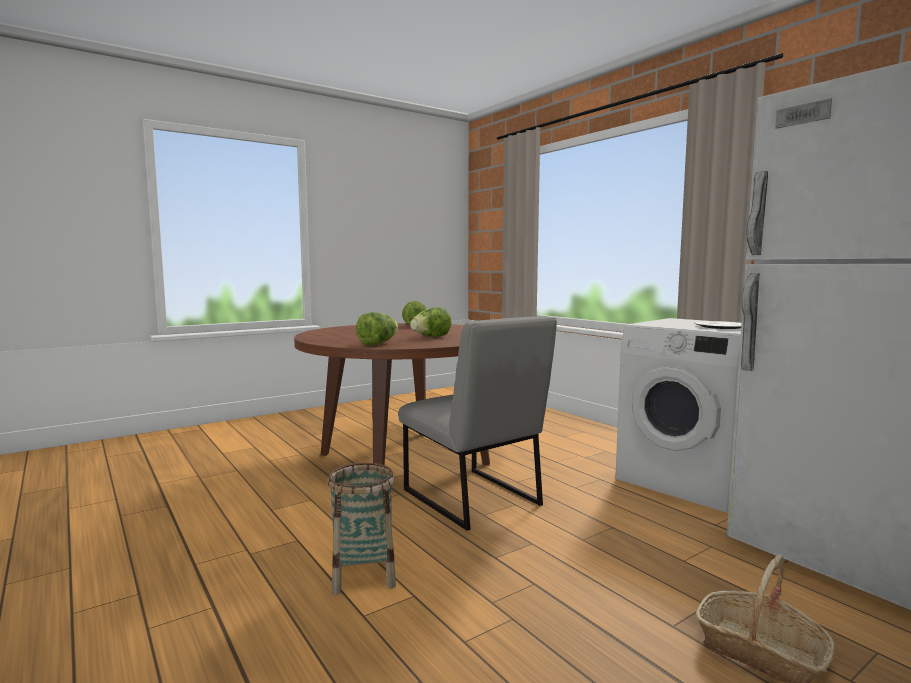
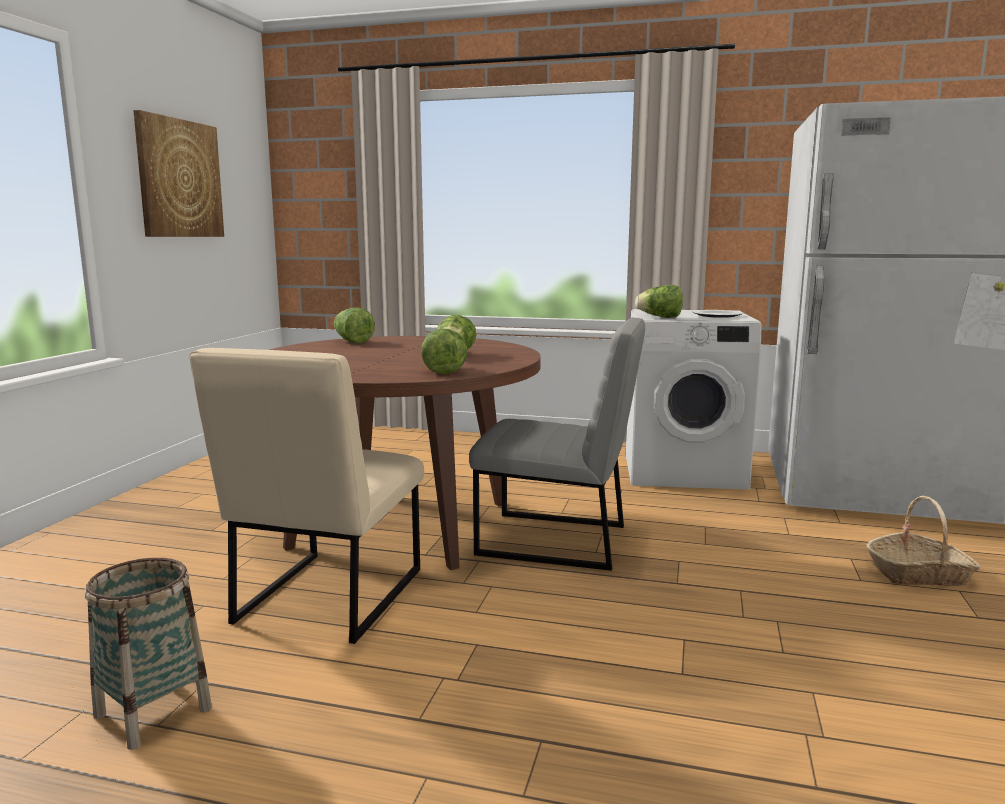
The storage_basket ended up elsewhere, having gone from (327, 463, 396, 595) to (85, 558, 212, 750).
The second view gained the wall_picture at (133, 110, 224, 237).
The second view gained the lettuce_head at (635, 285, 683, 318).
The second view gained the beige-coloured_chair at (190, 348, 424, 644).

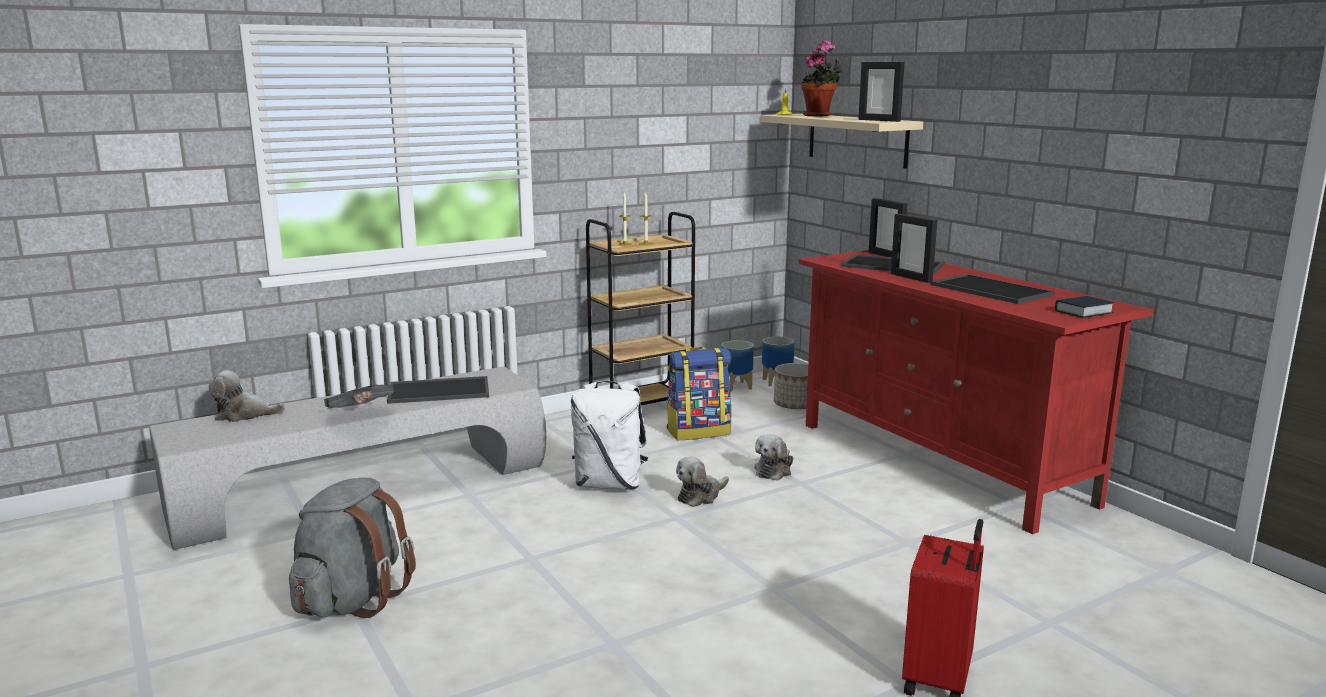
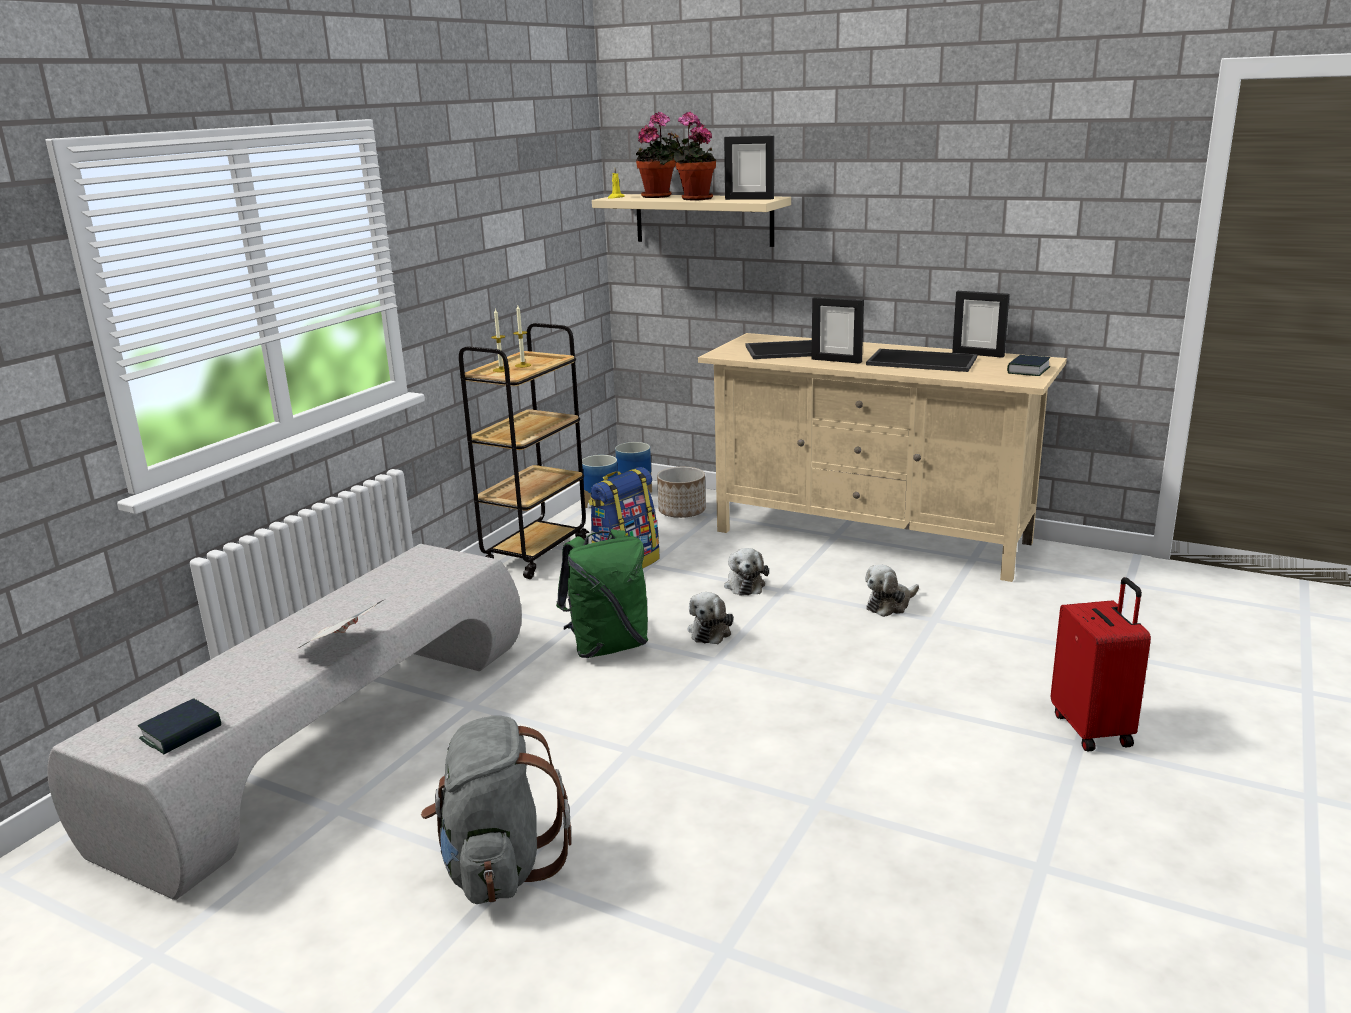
The picture_frame ended up elsewhere, having gone from (868, 198, 907, 257) to (952, 291, 1010, 358).
What was the reddish_chest_of_drawers at (799, 250, 1154, 535) turned into the beige-coloured_chest_of_drawers at (698, 333, 1067, 582).
The plush_toy ended up elsewhere, having gone from (209, 370, 285, 422) to (865, 564, 919, 617).
The second view lost the carrying_tray at (387, 376, 489, 404).
What was the white_backpack at (571, 381, 648, 490) turned into the green_backpack at (556, 529, 648, 658).
The second view gained the potted_plant at (669, 112, 716, 201).
The second view gained the bound_book at (138, 698, 221, 754).

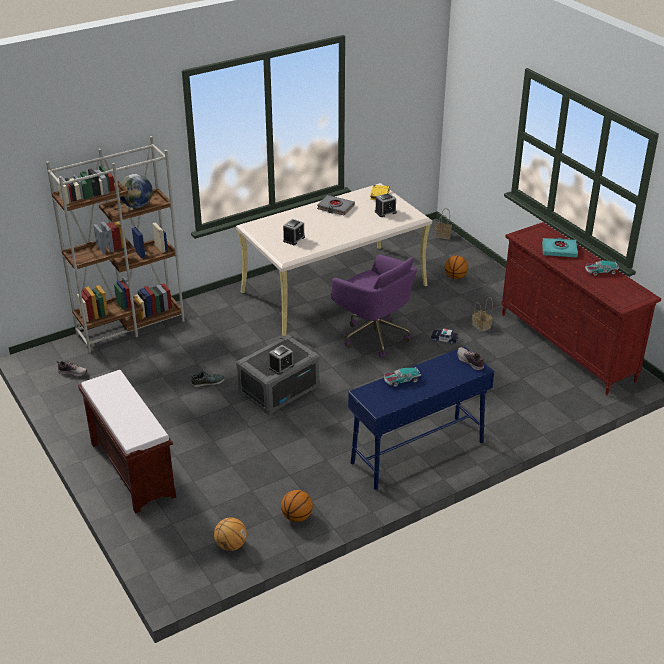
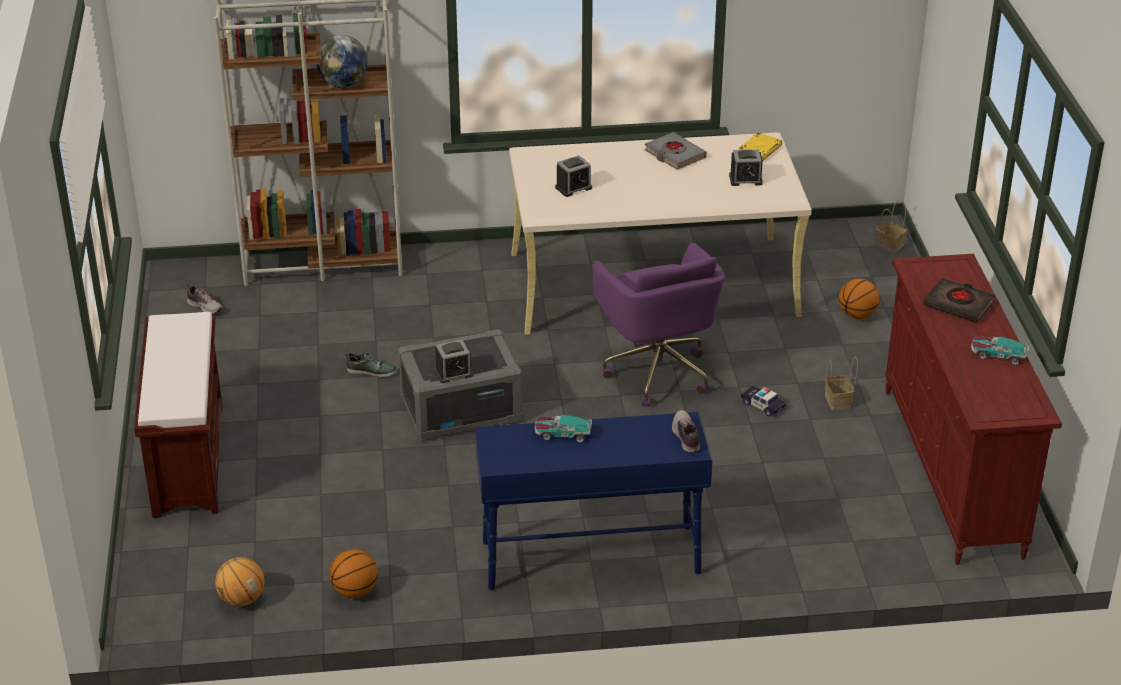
What was the turquoise_bound_book at (542, 238, 578, 257) turned into the black_bound_book at (923, 278, 995, 323).

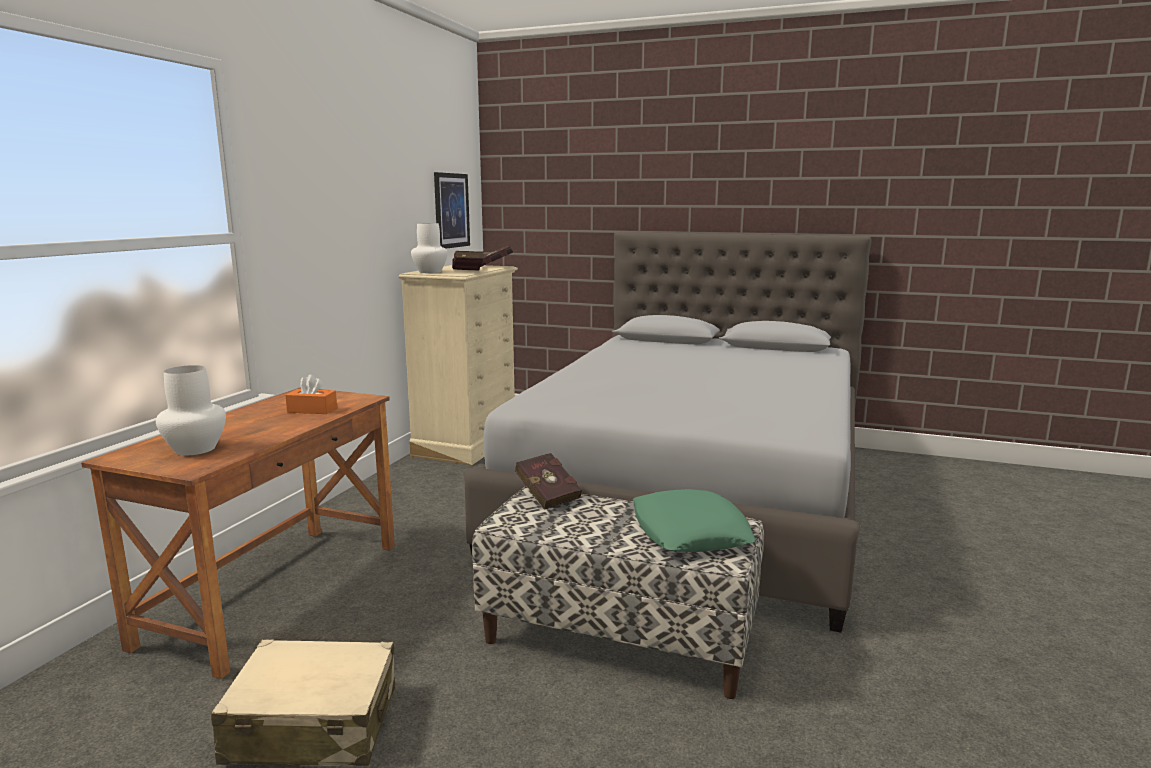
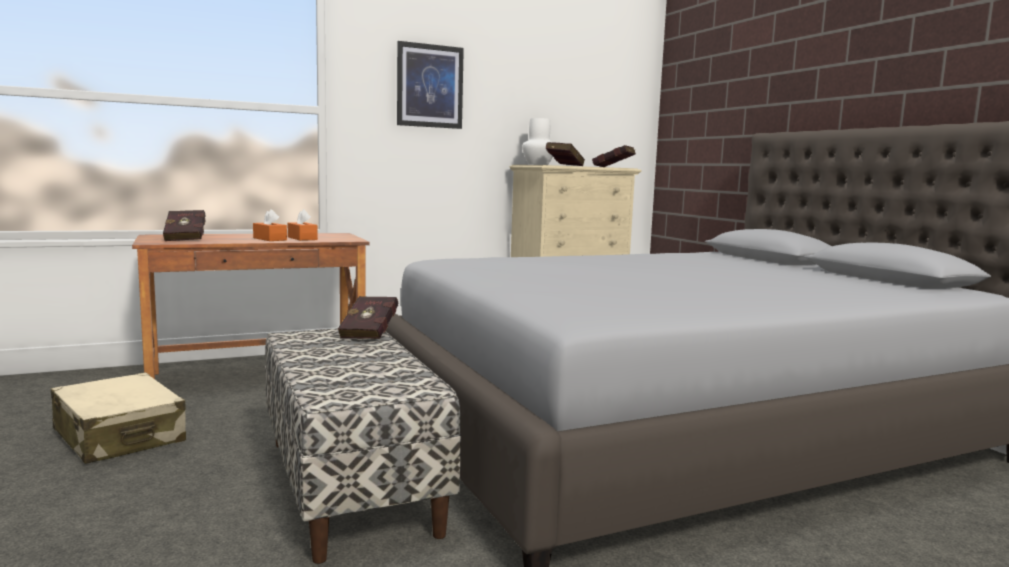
The wall_picture ended up elsewhere, having gone from (434, 172, 470, 249) to (397, 41, 464, 129).
Where the white_vase stood at (156, 365, 226, 455), the reddish_bound_book came to stand at (163, 210, 205, 241).
The second view lost the green_pillow at (633, 489, 755, 552).
The second view gained the orange-coloured_tissue_box at (253, 209, 287, 241).

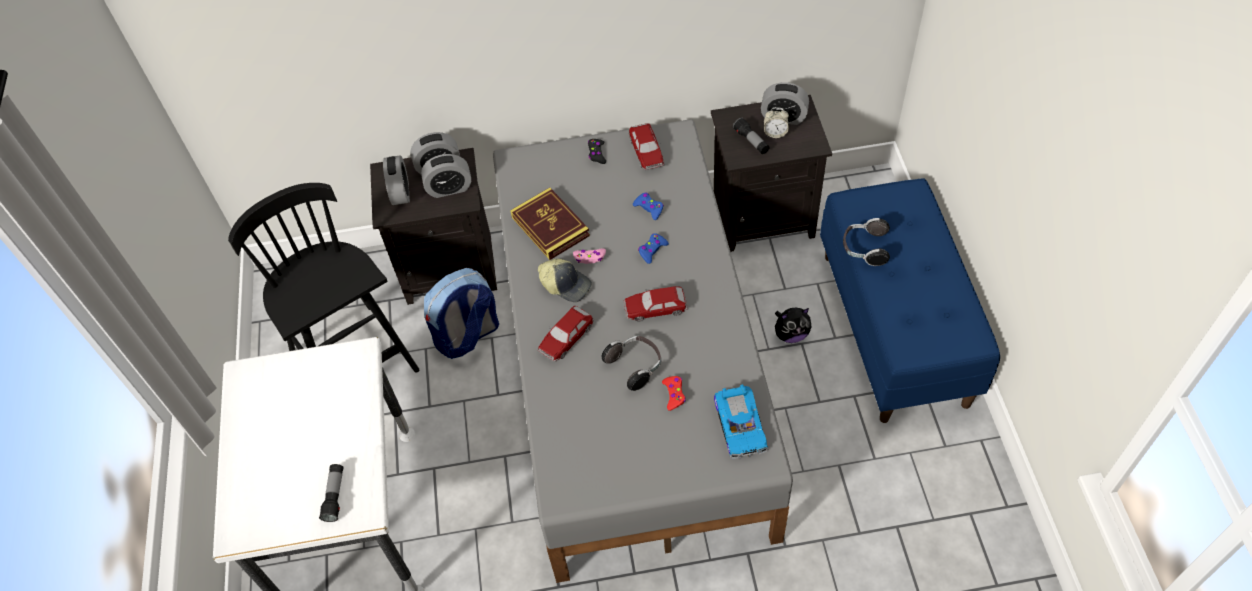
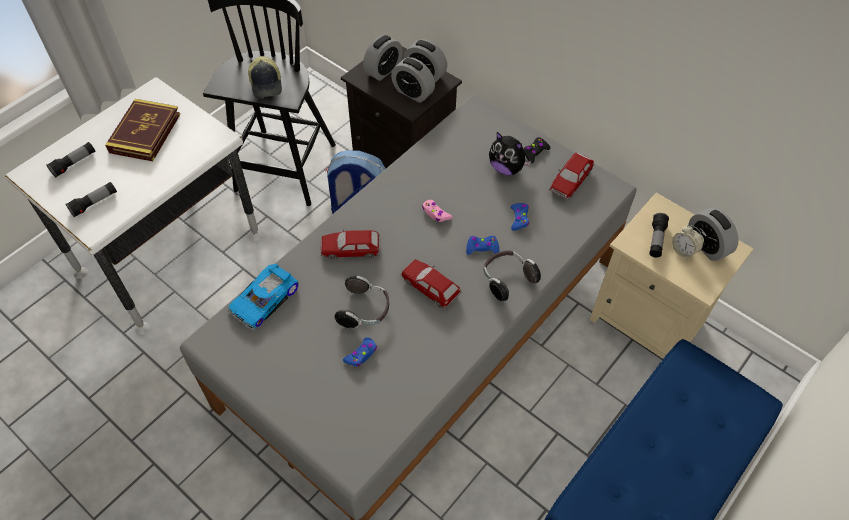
What was the black_night_table at (711, 95, 832, 252) turned into the beige-coloured_night_table at (590, 193, 753, 359).
The bound_book ended up elsewhere, having gone from (510, 188, 590, 260) to (105, 99, 180, 161).
The pair_of_headphones ended up elsewhere, having gone from (843, 218, 890, 266) to (484, 250, 541, 301).
The peaked_cap ended up elsewhere, having gone from (538, 258, 592, 302) to (248, 56, 282, 98).
The plush_toy ended up elsewhere, having gone from (775, 307, 811, 343) to (489, 132, 531, 175).
What was the reddish_gamepad at (662, 376, 686, 411) turned into the blue-coloured_gamepad at (343, 337, 377, 366).
The miniature_car ended up elsewhere, having gone from (714, 384, 768, 459) to (228, 263, 299, 331).
The second view gained the hand_torch at (46, 142, 95, 177).

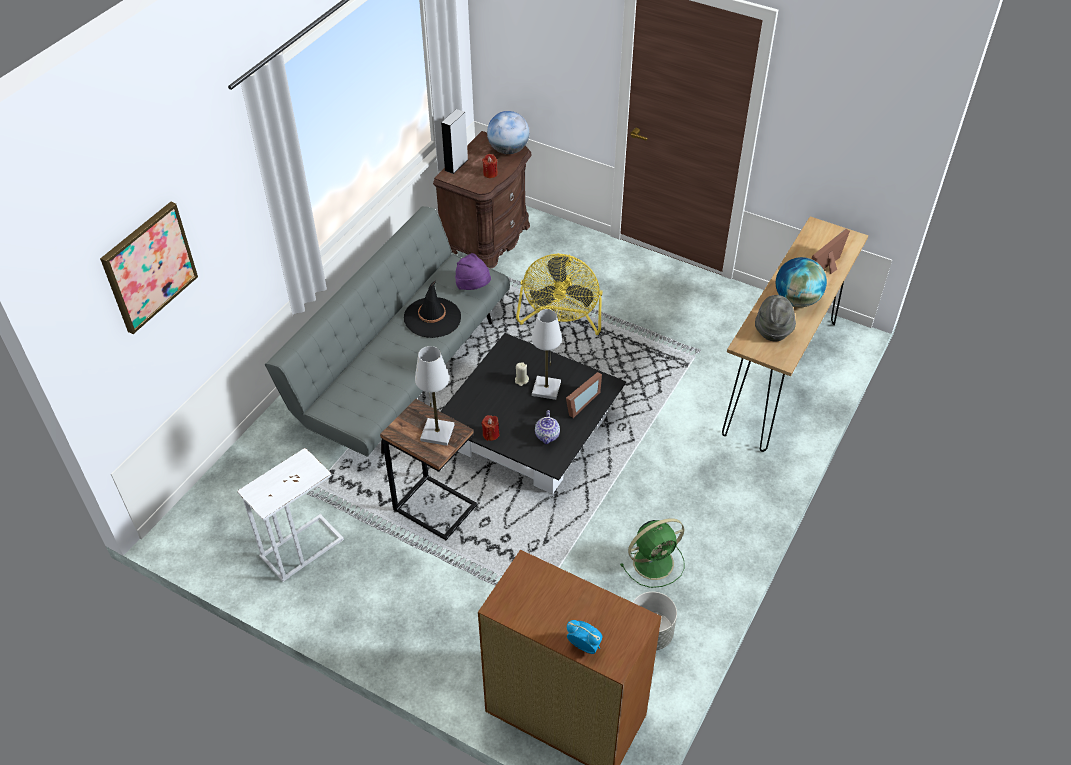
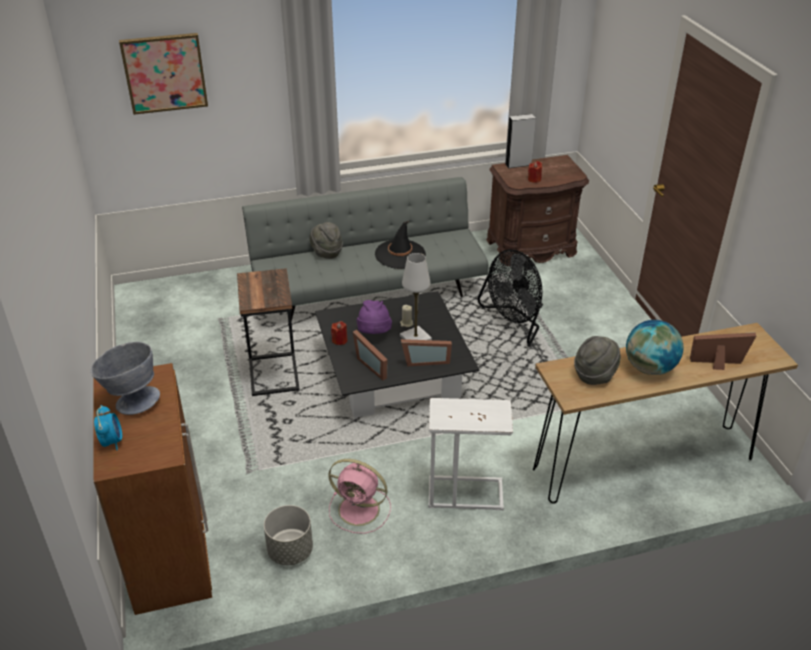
The second view lost the world_globe at (487, 111, 529, 154).
The purple_hat ended up elsewhere, having gone from (455, 253, 491, 290) to (357, 300, 392, 334).
What was the yellow_cooling_fan at (516, 254, 603, 335) turned into the black_cooling_fan at (478, 249, 543, 347).
The second view lost the white_lamp_for_a_table at (415, 346, 454, 446).
Where the tea_pot stood at (535, 410, 560, 444), the picture_frame came to stand at (353, 330, 388, 380).
The white_side_table ended up elsewhere, having gone from (237, 448, 344, 582) to (428, 398, 513, 510).
What was the green_cooling_fan at (621, 518, 685, 588) turned into the pinkish_cooling_fan at (328, 459, 391, 534).
The second view gained the gray_hat at (309, 222, 343, 259).
The second view gained the gray_bowl at (91, 342, 160, 415).

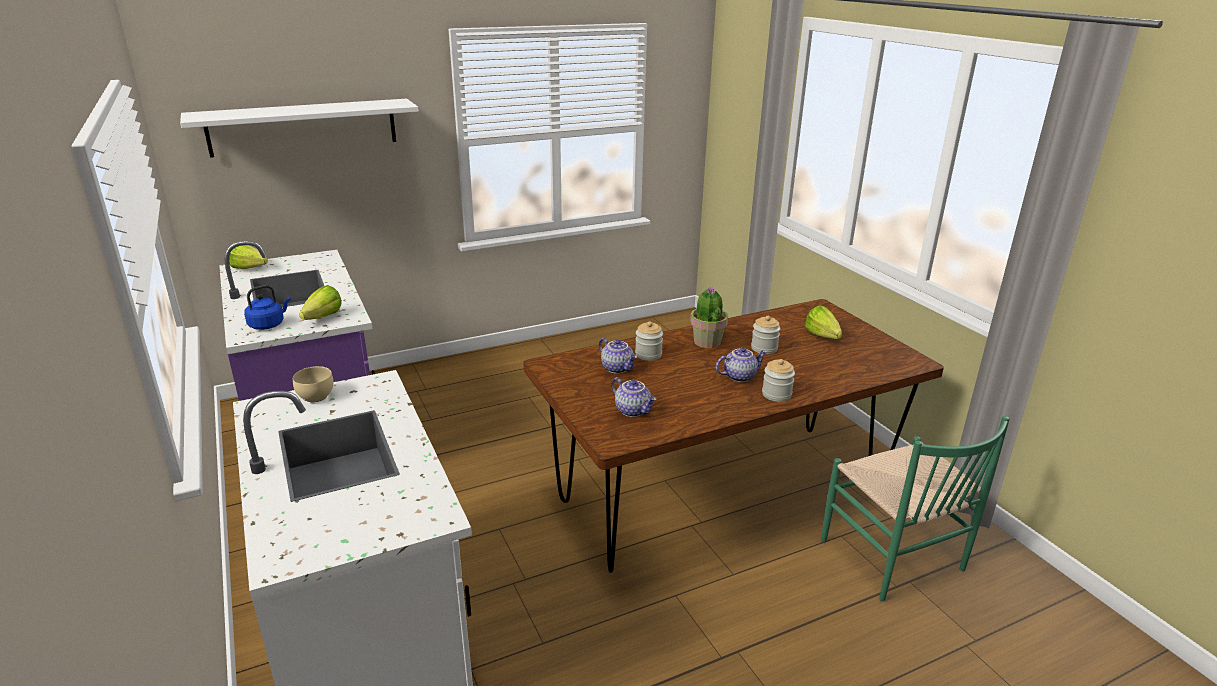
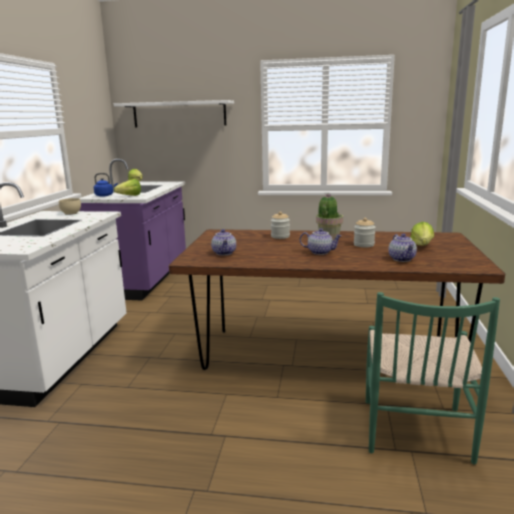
The tea_pot ended up elsewhere, having gone from (599, 338, 637, 374) to (389, 234, 417, 262).
The second view lost the jar at (762, 359, 795, 402).

